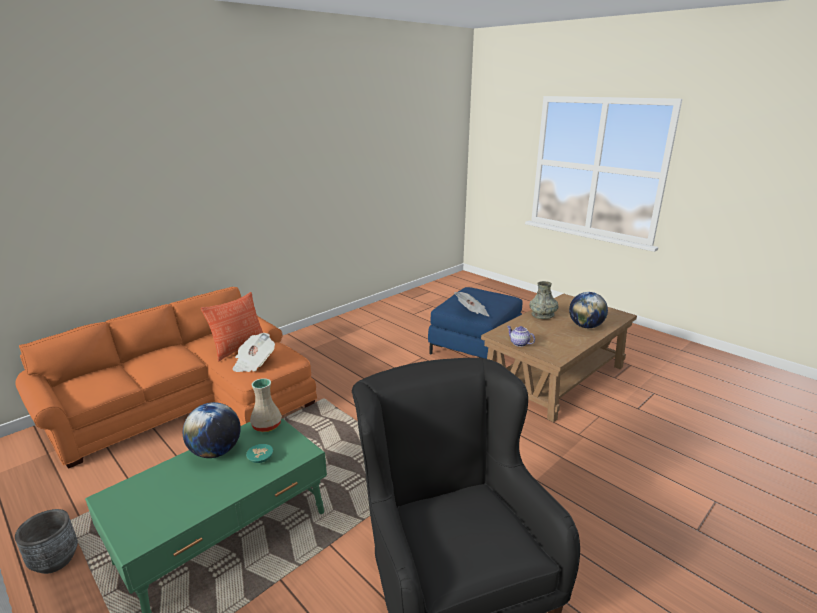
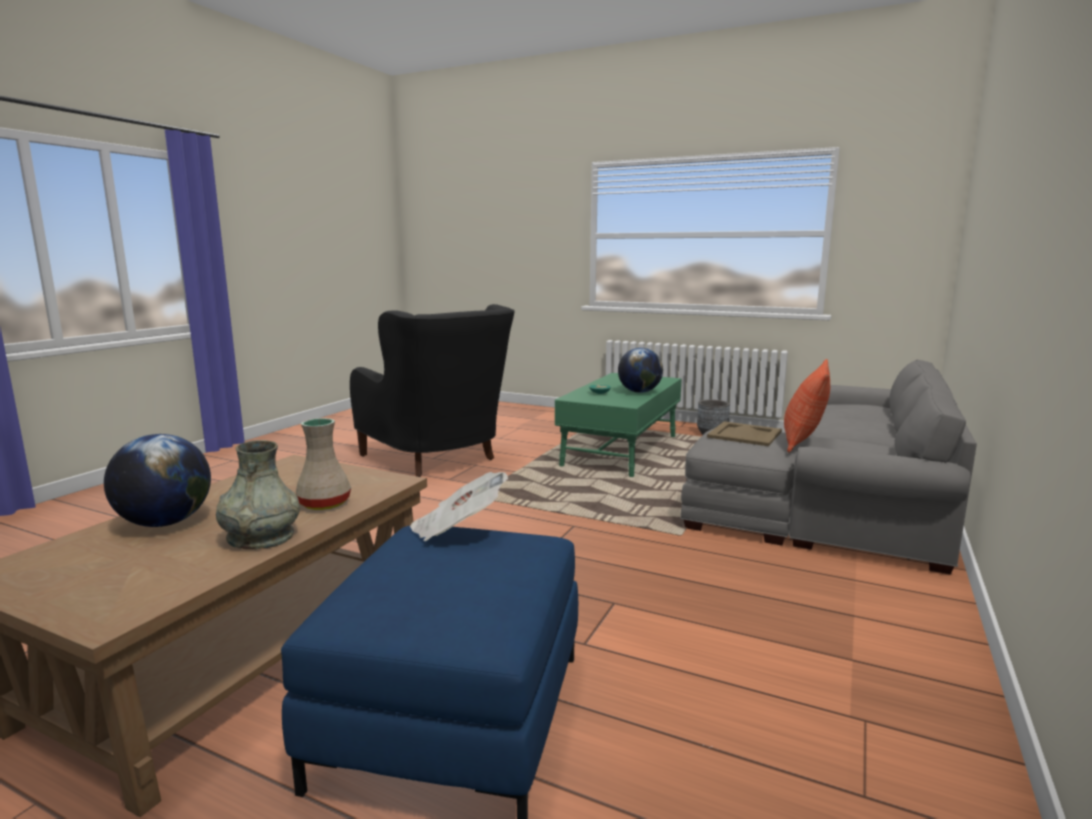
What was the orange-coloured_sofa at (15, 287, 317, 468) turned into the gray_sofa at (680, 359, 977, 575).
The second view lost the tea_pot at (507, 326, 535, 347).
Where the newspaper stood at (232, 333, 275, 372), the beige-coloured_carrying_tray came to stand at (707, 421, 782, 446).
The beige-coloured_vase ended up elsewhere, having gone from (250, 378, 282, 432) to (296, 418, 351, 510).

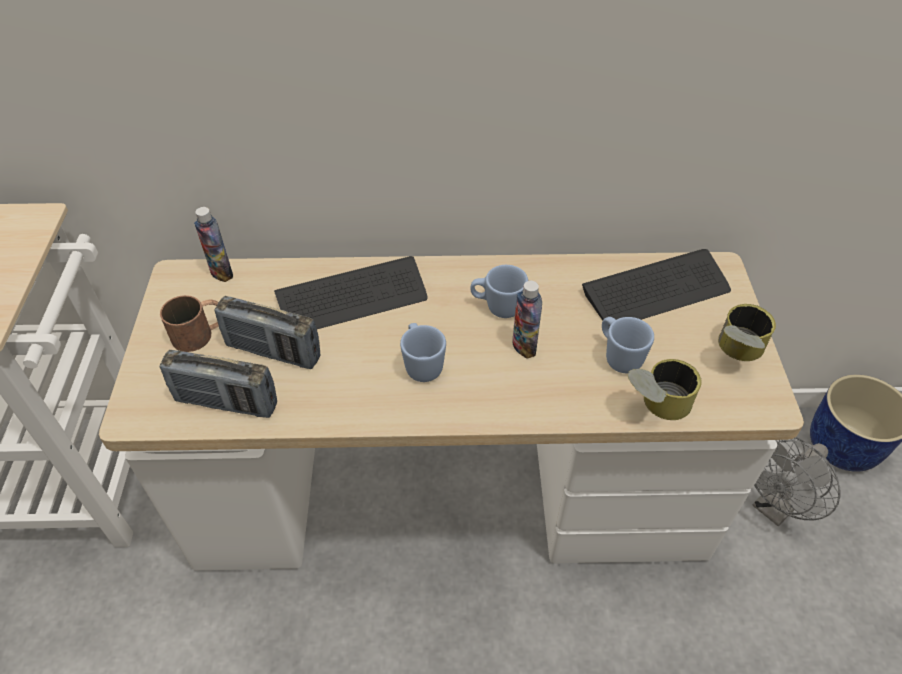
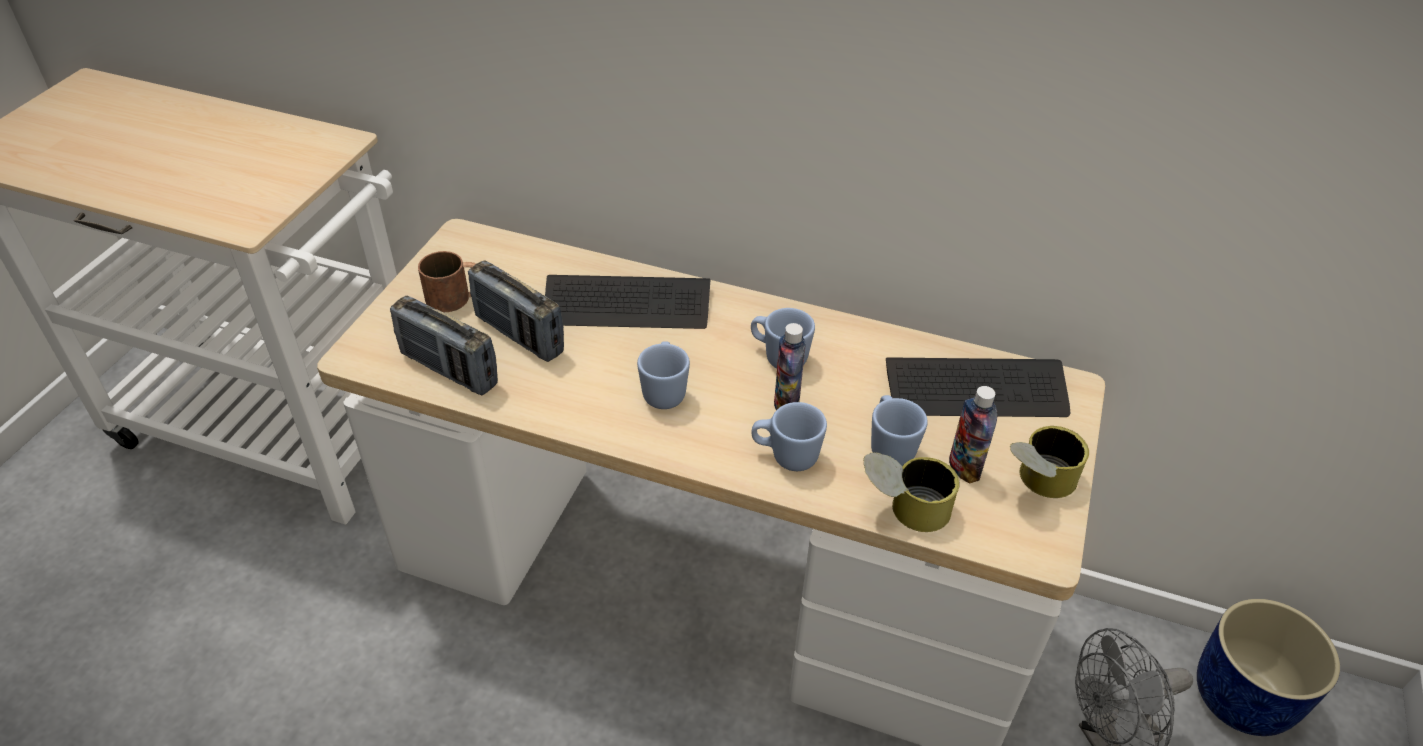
The drink_bottle ended up elsewhere, having gone from (194, 207, 233, 282) to (949, 386, 997, 483).
The second view gained the blue-coloured_mug at (751, 402, 827, 471).

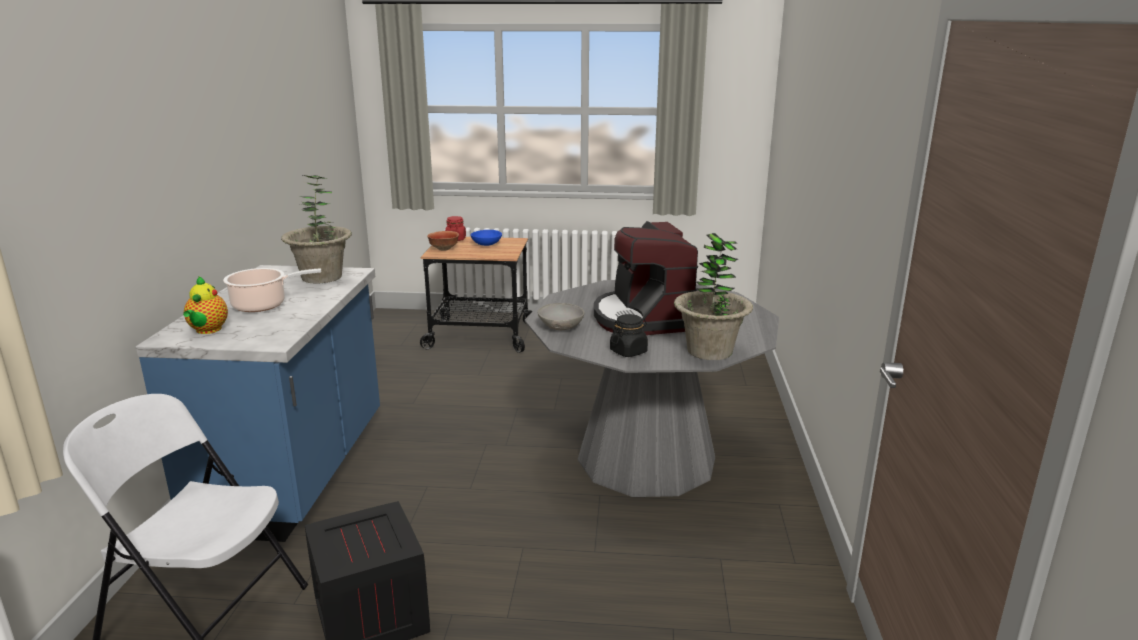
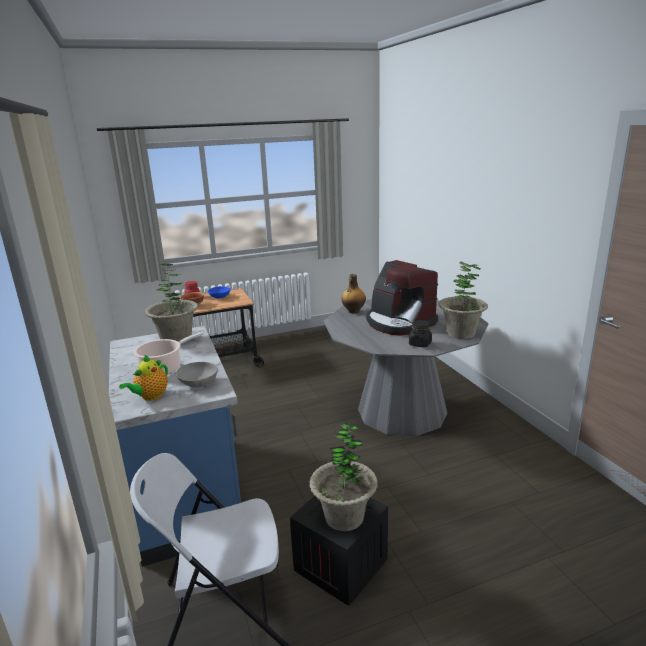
The tea_pot at (183, 276, 228, 334) ended up facing another way, 60 degrees clockwise from before.
The gray_bowl ended up elsewhere, having gone from (537, 303, 584, 330) to (176, 362, 218, 388).
The second view gained the drink_bottle at (341, 274, 366, 314).
The second view gained the potted_plant at (309, 423, 378, 531).

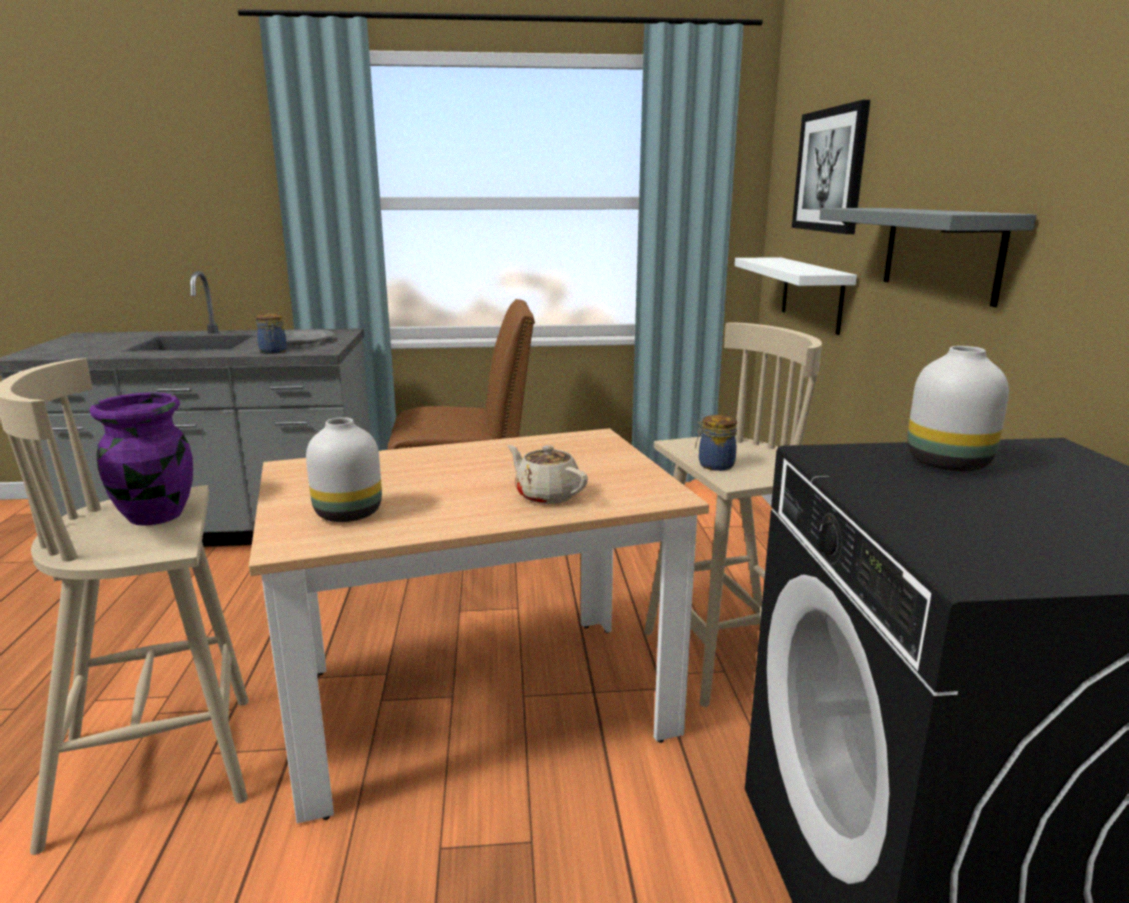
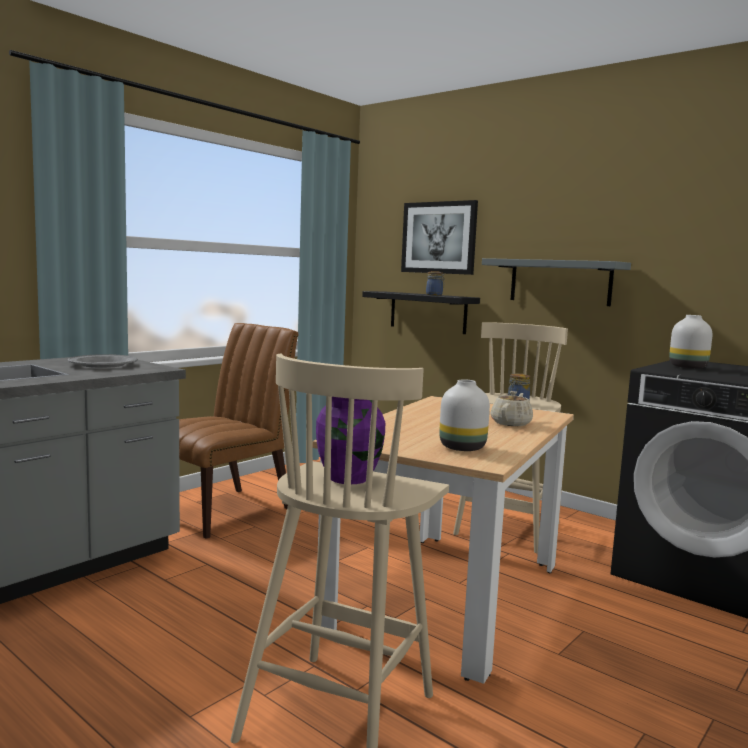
What was the white_shelf at (735, 257, 857, 335) turned into the black_shelf at (362, 291, 480, 334).
The jar ended up elsewhere, having gone from (256, 314, 287, 354) to (426, 271, 445, 295).
The beige-coloured_tea_pot at (508, 445, 588, 504) ended up facing another way, 120 degrees clockwise from before.

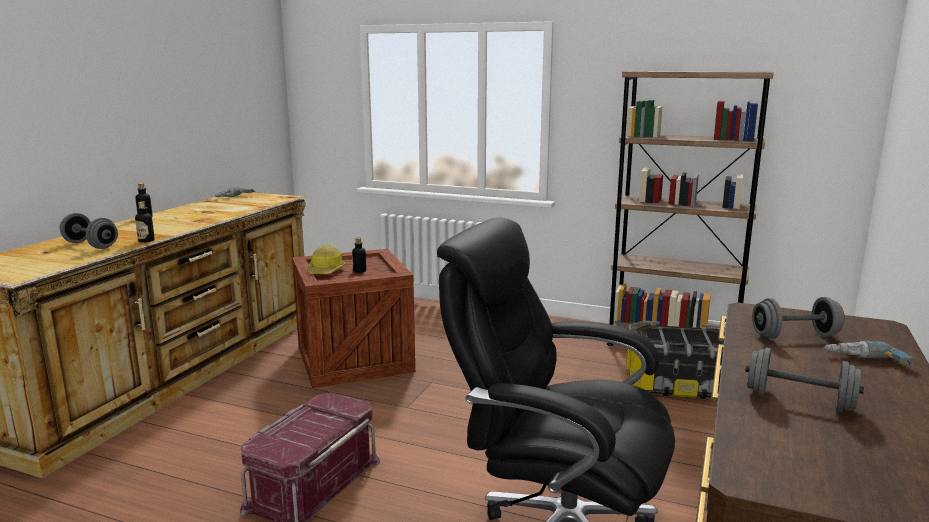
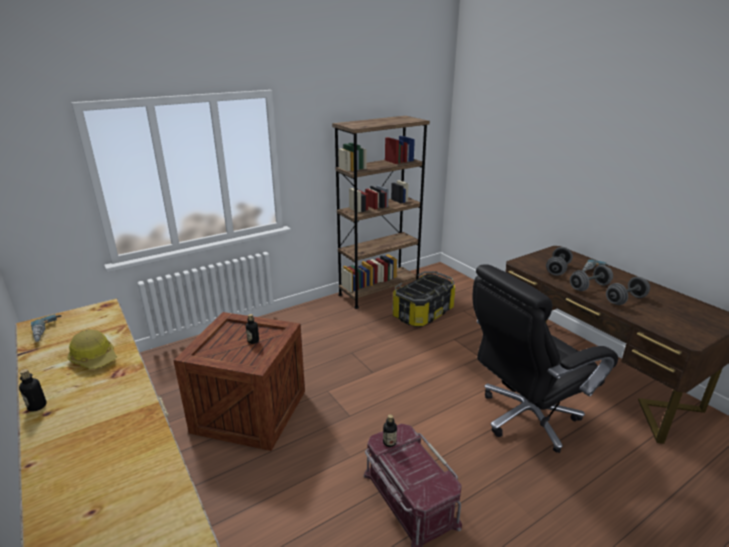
The drink_bottle ended up elsewhere, having gone from (135, 201, 155, 243) to (383, 414, 397, 447).
The gray_free_weight ended up elsewhere, having gone from (60, 213, 118, 249) to (570, 265, 613, 291).
The work_helmet ended up elsewhere, having gone from (308, 245, 345, 274) to (68, 329, 117, 369).

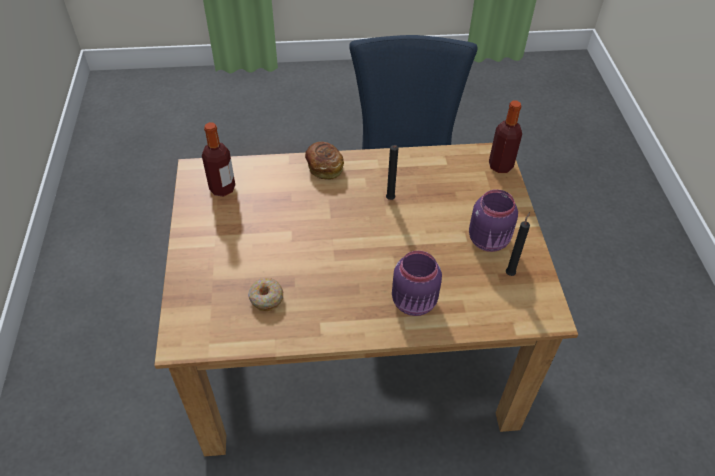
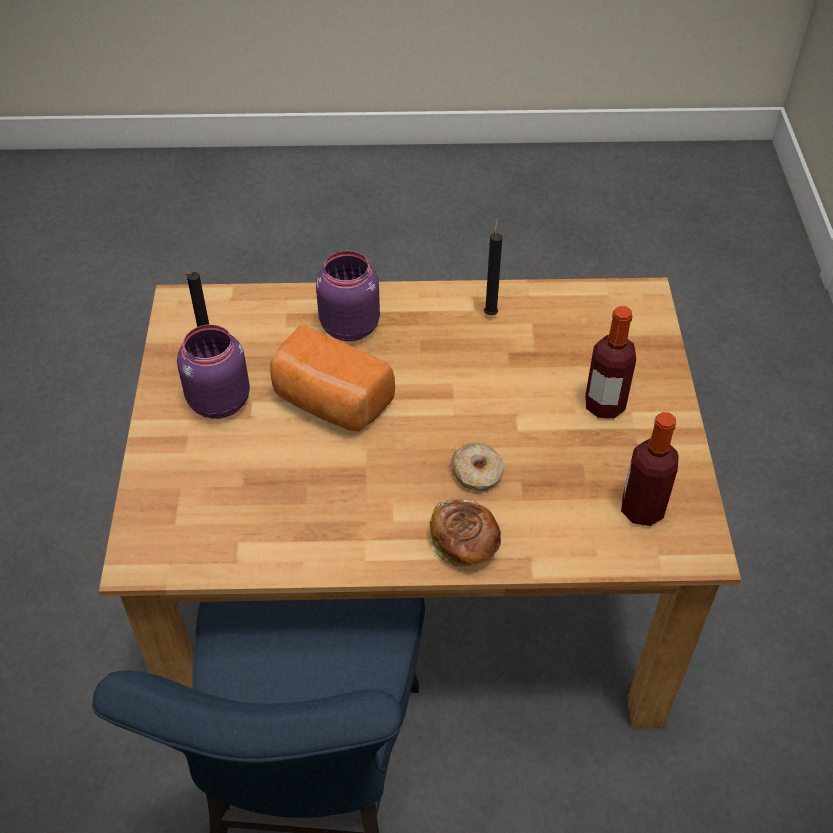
The drink_bottle ended up elsewhere, having gone from (489, 101, 522, 173) to (585, 306, 636, 419).
The black_wax_light ended up elsewhere, having gone from (386, 145, 398, 200) to (484, 219, 502, 316).
The donut ended up elsewhere, having gone from (248, 278, 283, 311) to (452, 443, 504, 491).
The second view gained the bakery_bread at (270, 325, 395, 431).

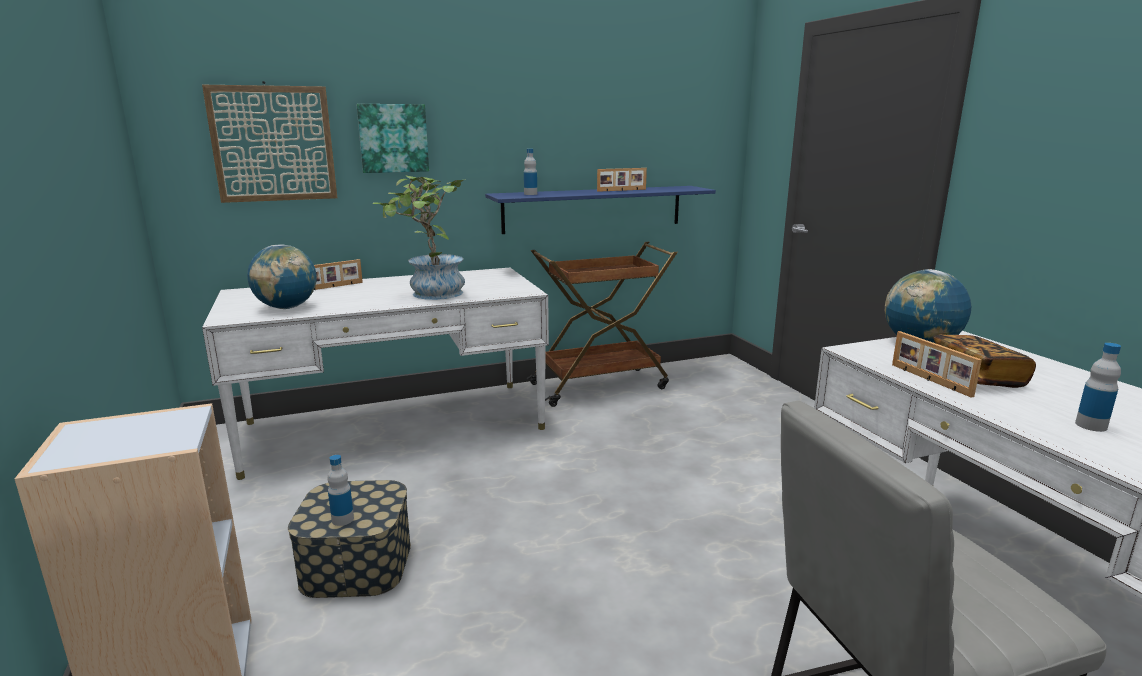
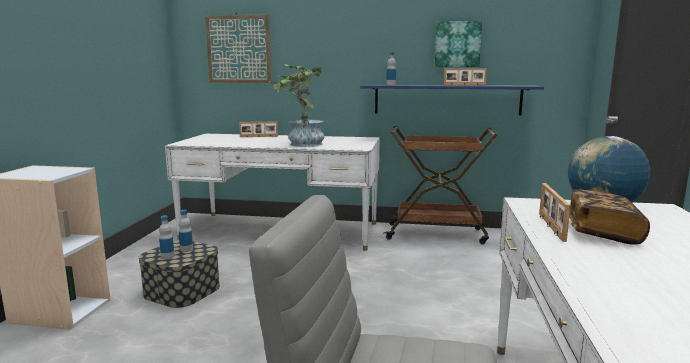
The wall_picture ended up elsewhere, having gone from (357, 104, 429, 173) to (435, 21, 482, 67).
The second view lost the world_globe at (247, 244, 317, 309).
The drink_bottle ended up elsewhere, having gone from (1075, 343, 1121, 432) to (179, 210, 193, 252).

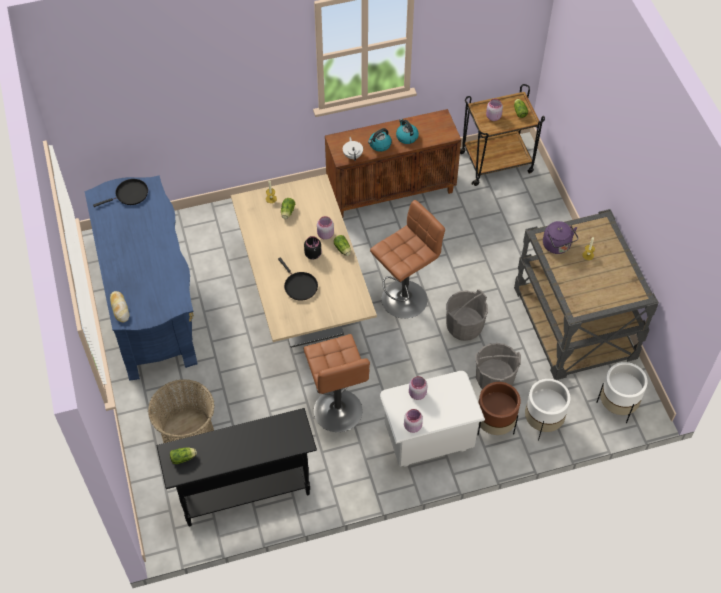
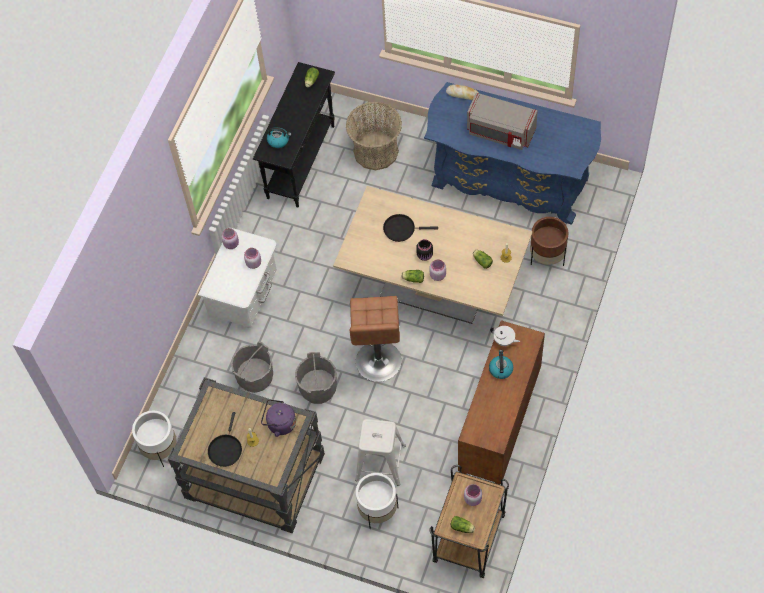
The tea_kettle ended up elsewhere, having gone from (396, 119, 419, 144) to (267, 127, 292, 148).
The black_pan ended up elsewhere, having gone from (93, 179, 148, 207) to (208, 412, 242, 467).
The second view lost the brown-coloured_stool_seat at (304, 334, 370, 432).
The white_plant_pot ended up elsewhere, having gone from (525, 379, 570, 440) to (356, 473, 398, 529).
The brown-coloured_plant_pot ended up elsewhere, having gone from (478, 382, 521, 435) to (530, 217, 568, 266).
The second view gained the gray_microwave at (467, 93, 538, 150).
The second view gained the white_stool_seat at (355, 419, 405, 486).

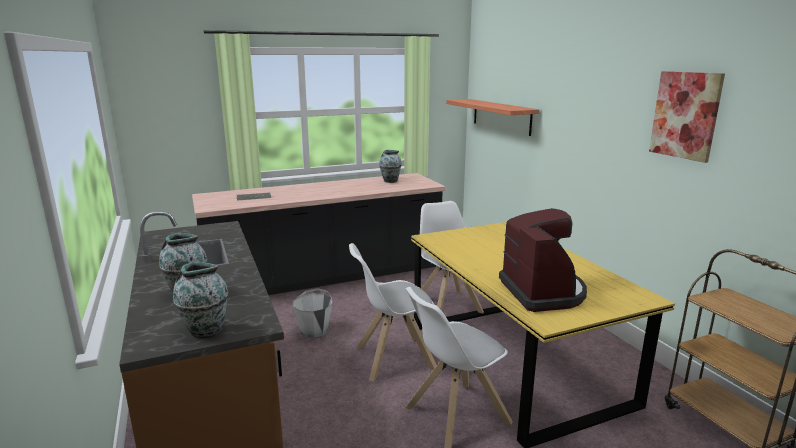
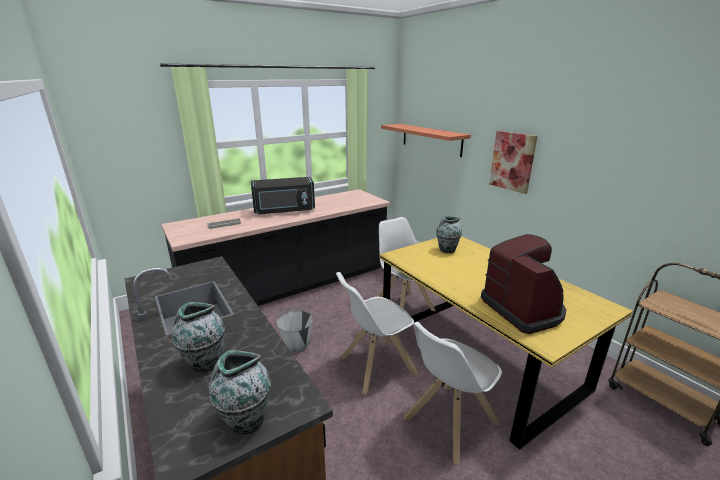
The wall_picture ended up elsewhere, having gone from (649, 71, 725, 163) to (489, 131, 538, 194).
The vase ended up elsewhere, having gone from (379, 150, 402, 183) to (436, 216, 462, 253).
The second view gained the black_microwave at (251, 177, 315, 215).

